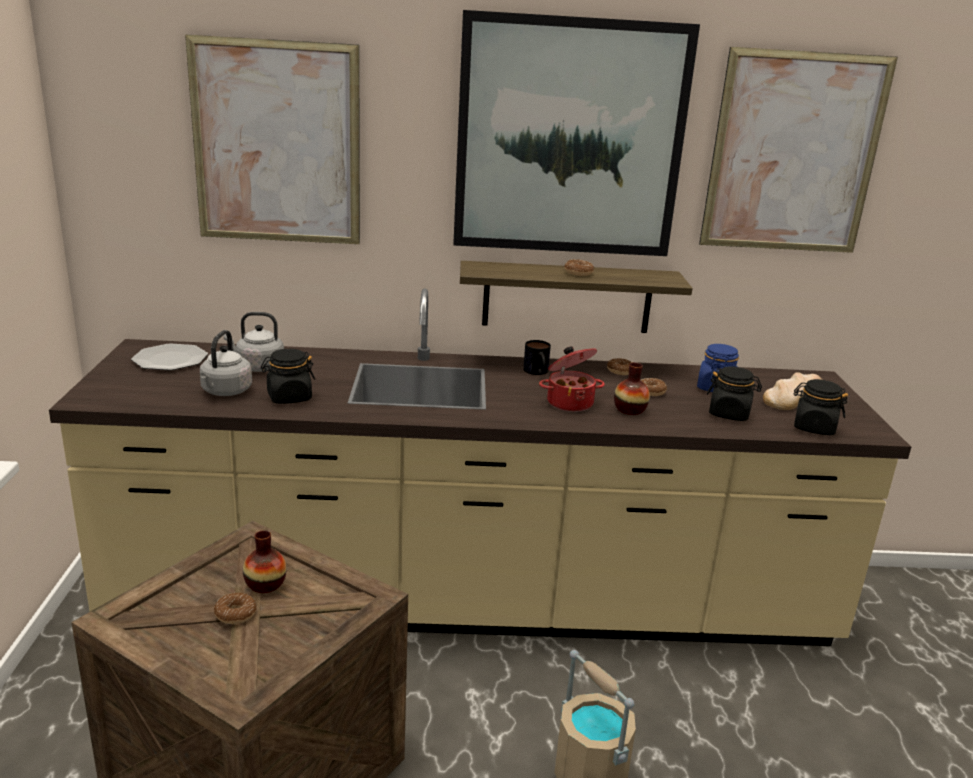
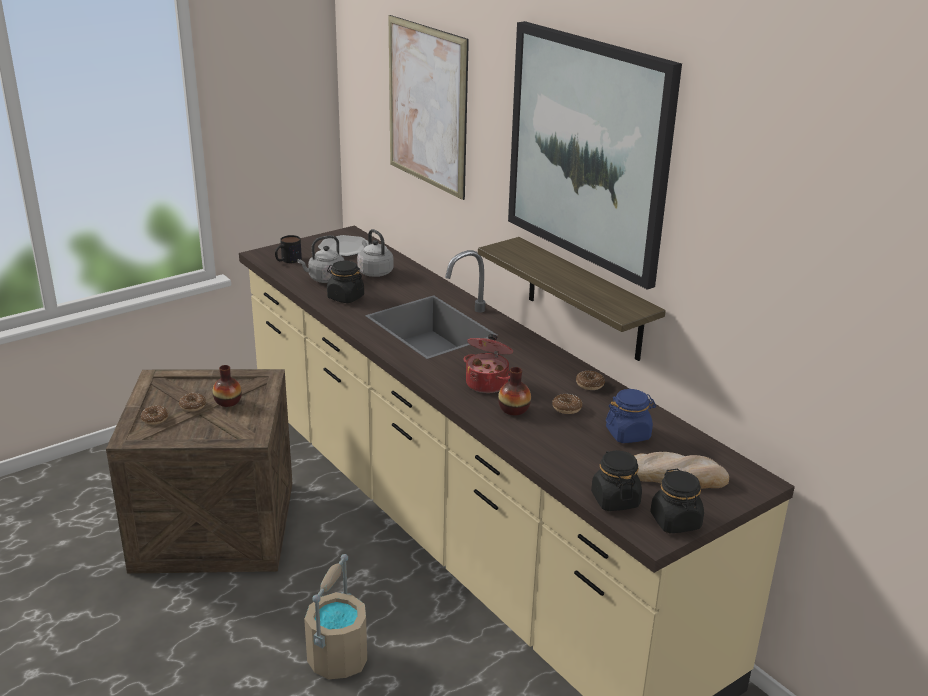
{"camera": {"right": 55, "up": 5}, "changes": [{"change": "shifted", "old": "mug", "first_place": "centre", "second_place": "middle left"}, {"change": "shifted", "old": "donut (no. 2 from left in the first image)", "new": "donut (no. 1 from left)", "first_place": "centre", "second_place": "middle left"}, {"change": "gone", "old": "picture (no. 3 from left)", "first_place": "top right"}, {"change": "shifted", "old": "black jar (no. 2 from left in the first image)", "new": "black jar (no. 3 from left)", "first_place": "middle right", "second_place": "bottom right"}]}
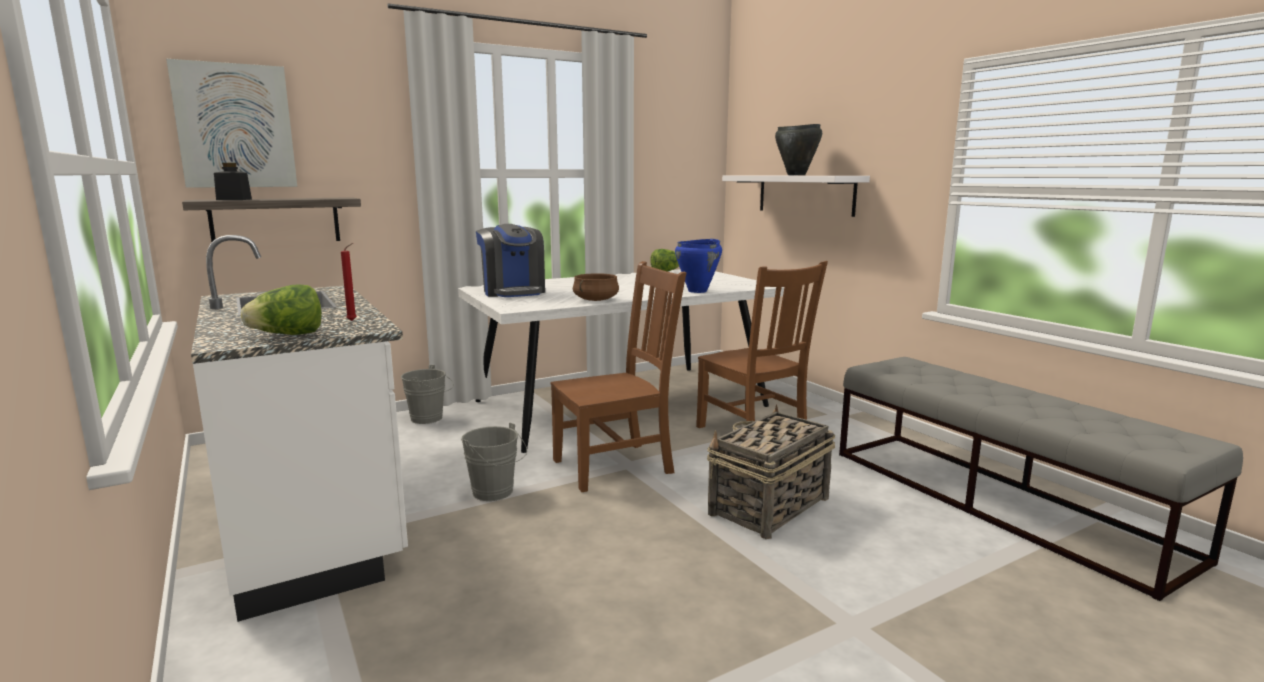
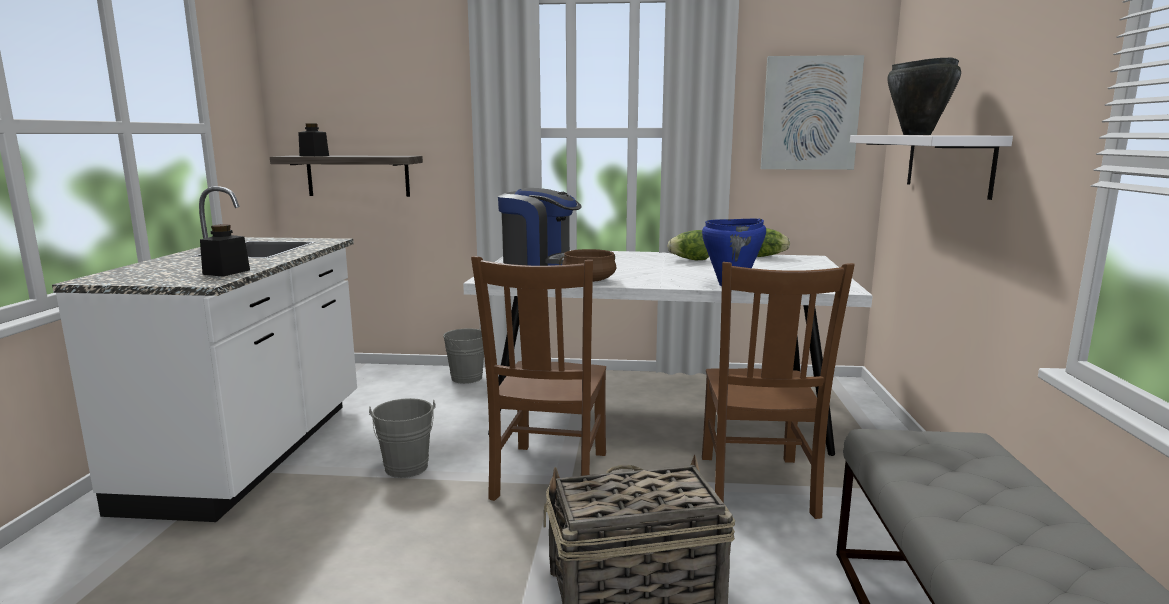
{"camera": {"right": 35, "up": 0}, "changes": [{"change": "shifted", "old": "picture", "first_place": "top left", "second_place": "top right"}, {"change": "shifted", "old": "lettuce (no. 1 from left)", "first_place": "middle left", "second_place": "centre"}, {"change": "swapped", "old": "red candle", "new": "black jar (no. 1 from left)", "first_place": "middle left", "second_place": "middle left"}, {"change": "rotated", "old": "coffee machine", "first_place": "centre", "second_place": "centre", "degrees": -75}, {"change": "rotated", "old": "brown chair (no. 1 from left)", "first_place": "centre", "second_place": "centre", "degrees": 90}]}
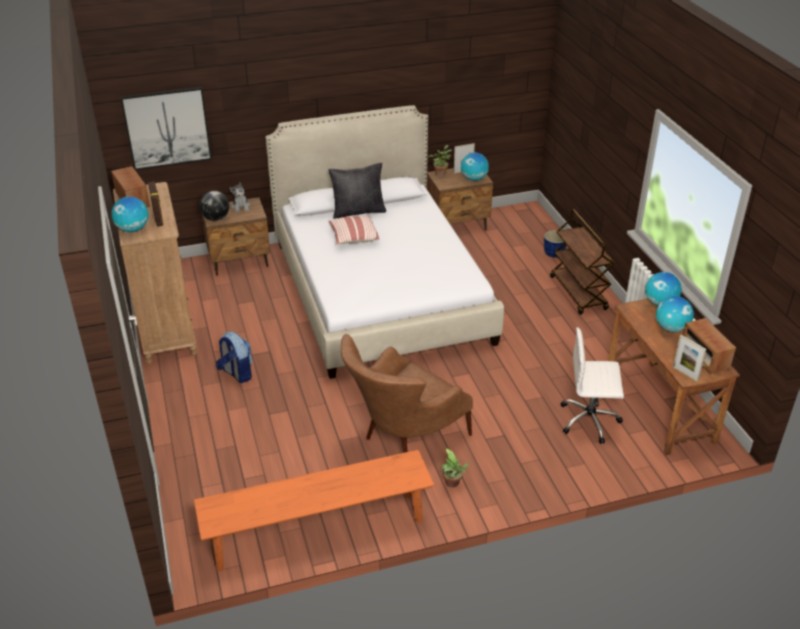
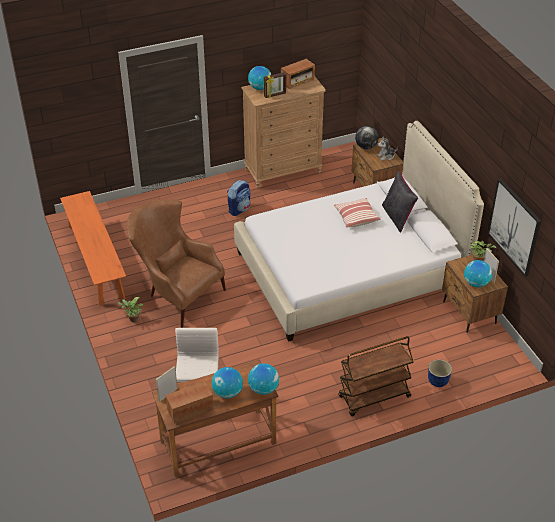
{"camera": {"right": 85, "up": 5}, "changes": [{"change": "shifted", "old": "picture", "first_place": "top left", "second_place": "middle right"}]}
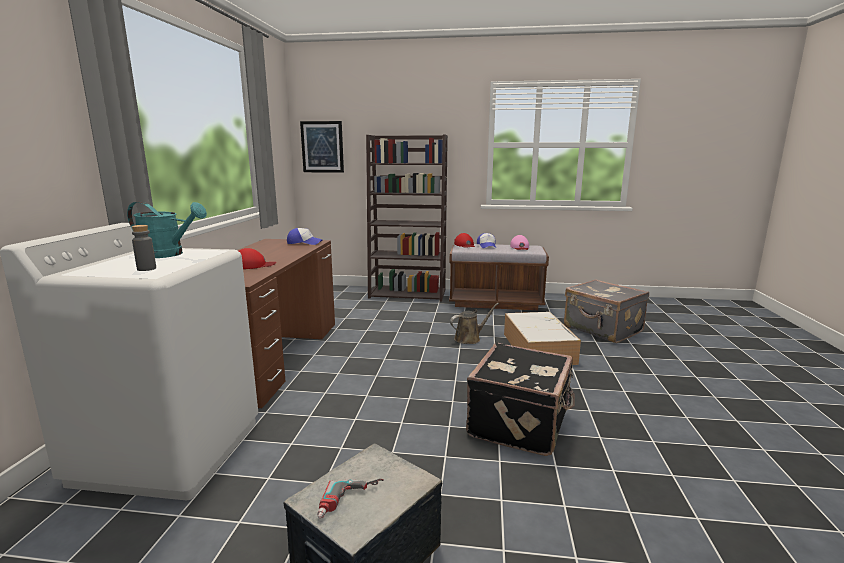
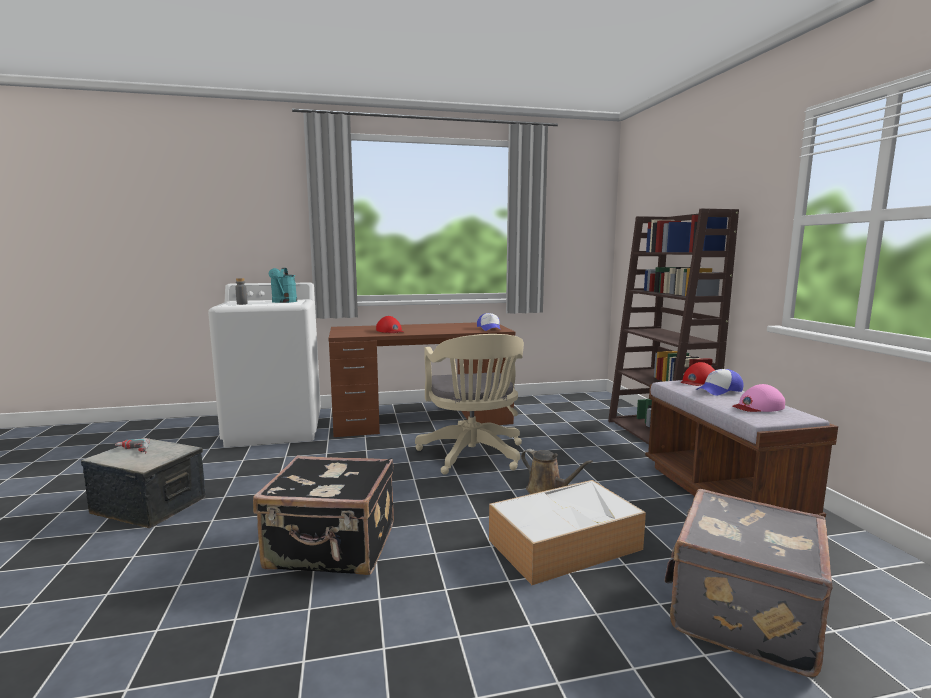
{"camera": {"right": 70, "up": -5}, "changes": [{"change": "gone", "old": "picture", "first_place": "top centre"}, {"change": "new", "new": "beige office chair", "second_place": "centre"}]}
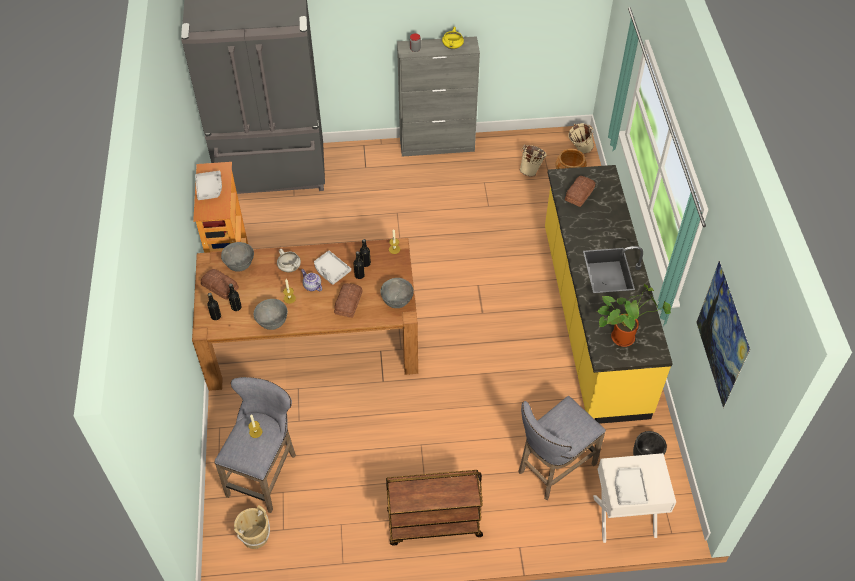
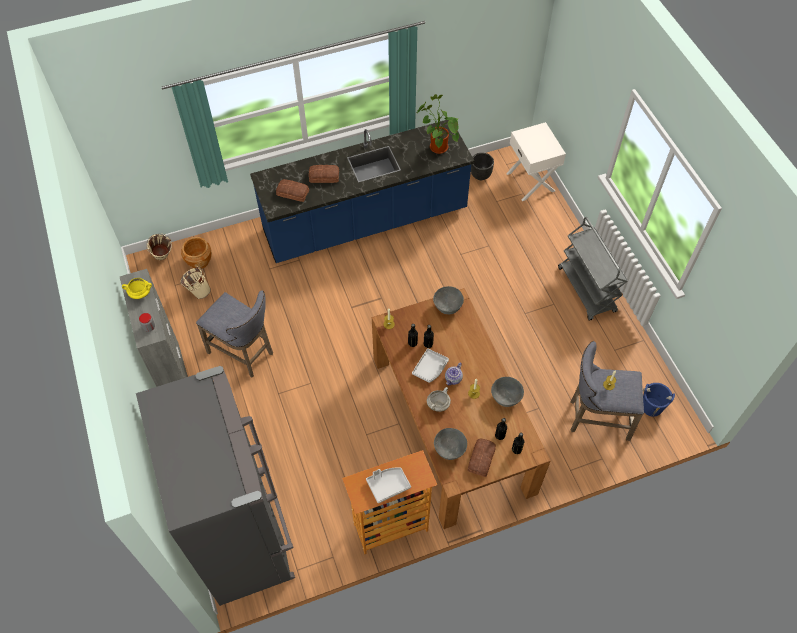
{"camera": {"right": -105, "up": 5}, "changes": [{"change": "repainted", "old": "beige bucket (no. 1 from left)", "new": "blue bucket", "first_place": "bottom left", "second_place": "middle right"}, {"change": "shifted", "old": "bread (no. 2 from left)", "first_place": "centre", "second_place": "top centre"}, {"change": "repainted", "old": "brown cart", "new": "grey cart", "first_place": "bottom centre", "second_place": "middle right"}, {"change": "shifted", "old": "grey stool (no. 2 from left in the first image)", "new": "grey stool (no. 1 from left)", "first_place": "bottom centre", "second_place": "middle left"}, {"change": "repainted", "old": "yellow counter", "new": "blue counter", "first_place": "middle right", "second_place": "top centre"}, {"change": "gone", "old": "grey tray (no. 3 from left)", "first_place": "bottom right"}, {"change": "gone", "old": "picture", "first_place": "middle right"}]}
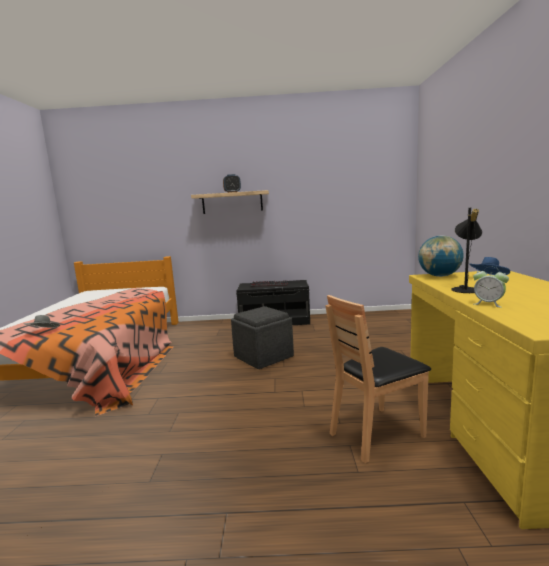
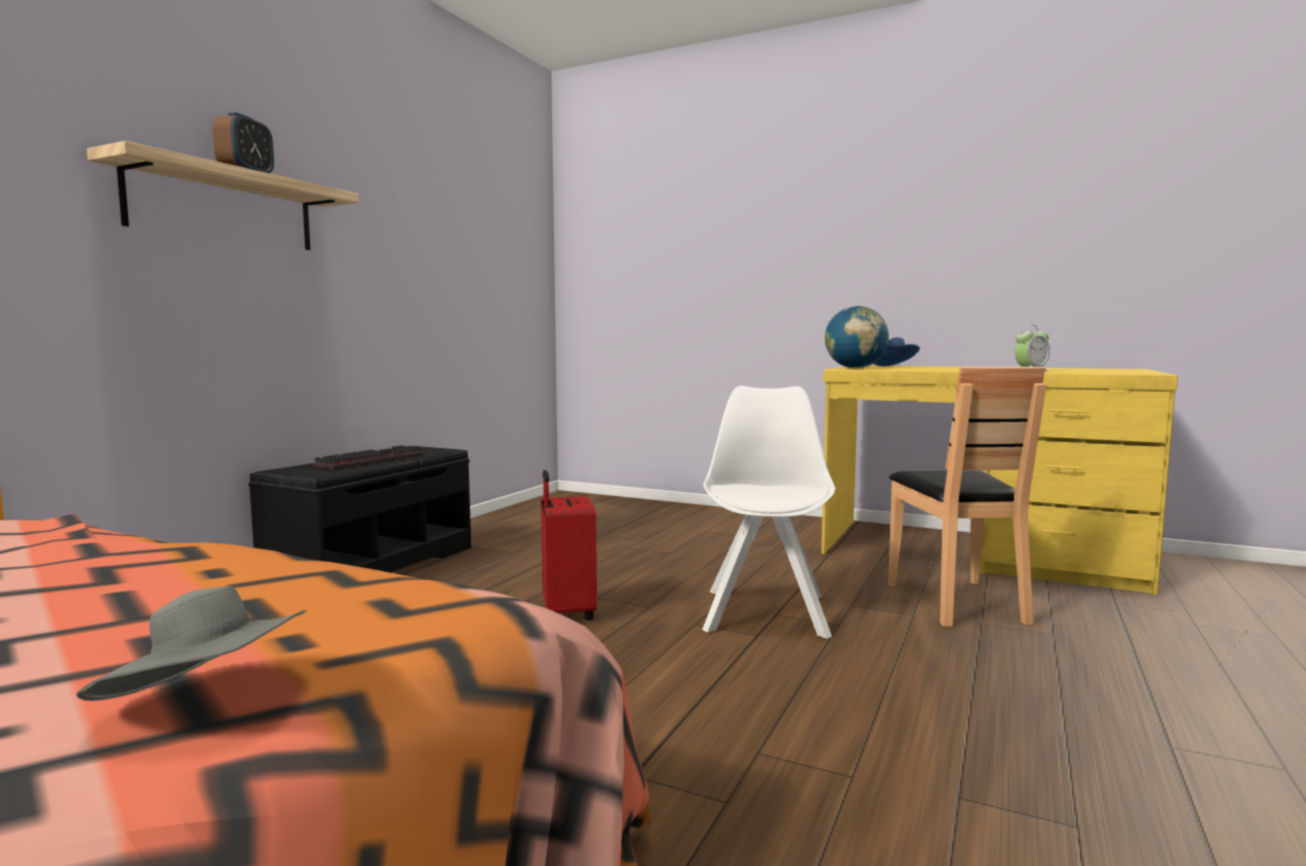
{"camera": {"right": -65, "up": -5}, "changes": [{"change": "swapped", "old": "grey ottoman", "new": "red suitcase", "first_place": "centre", "second_place": "centre"}, {"change": "gone", "old": "black table lamp", "first_place": "middle right"}, {"change": "new", "new": "white chair", "second_place": "centre"}]}
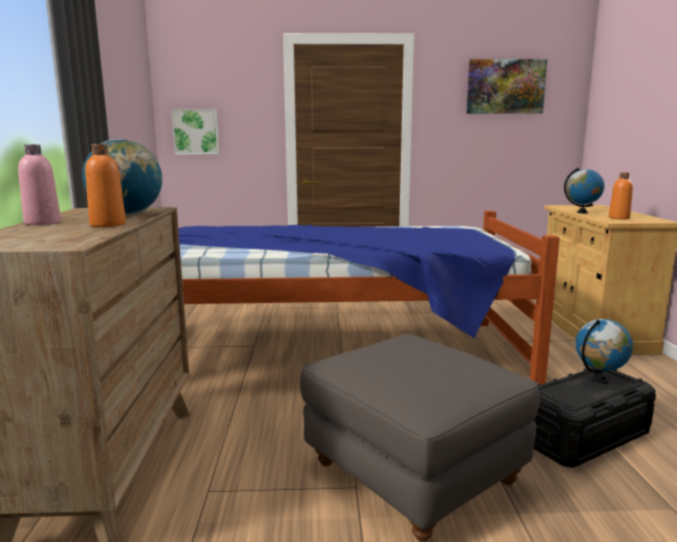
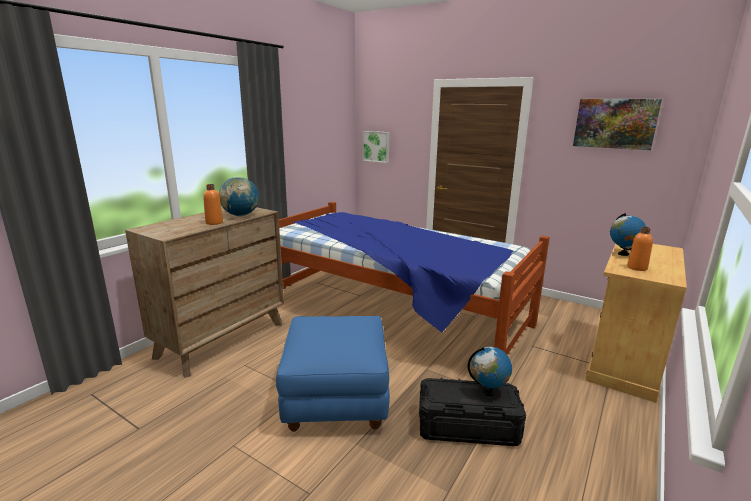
{"camera": {"right": 35, "up": 5}, "changes": [{"change": "gone", "old": "pink bottle", "first_place": "middle left"}, {"change": "repainted", "old": "grey ottoman", "new": "blue ottoman", "first_place": "bottom centre", "second_place": "bottom centre"}]}
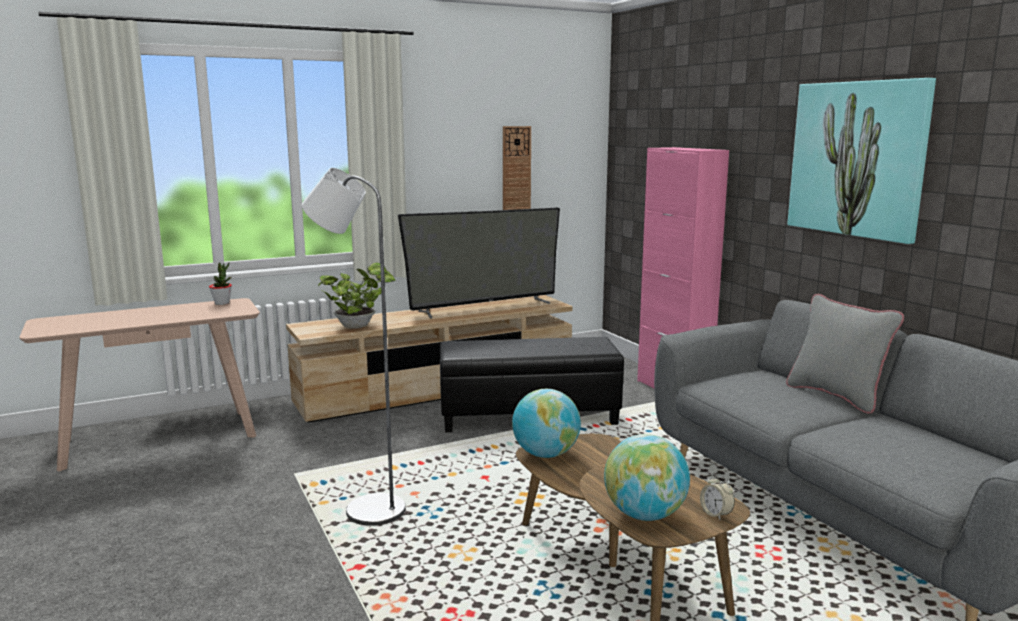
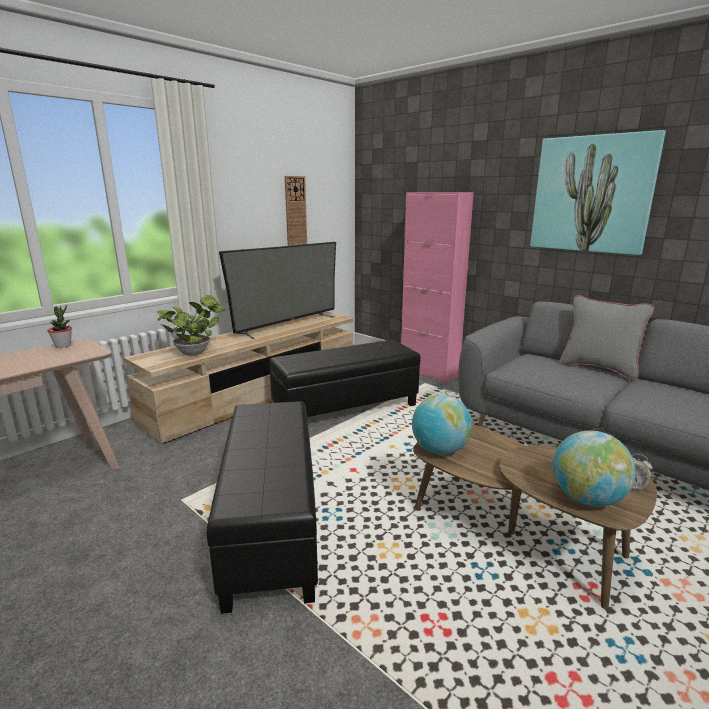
{"camera": {"right": -20, "up": 5}, "changes": [{"change": "swapped", "old": "grey floor lamp", "new": "black ottoman (no. 1 from left)", "first_place": "centre", "second_place": "bottom centre"}]}
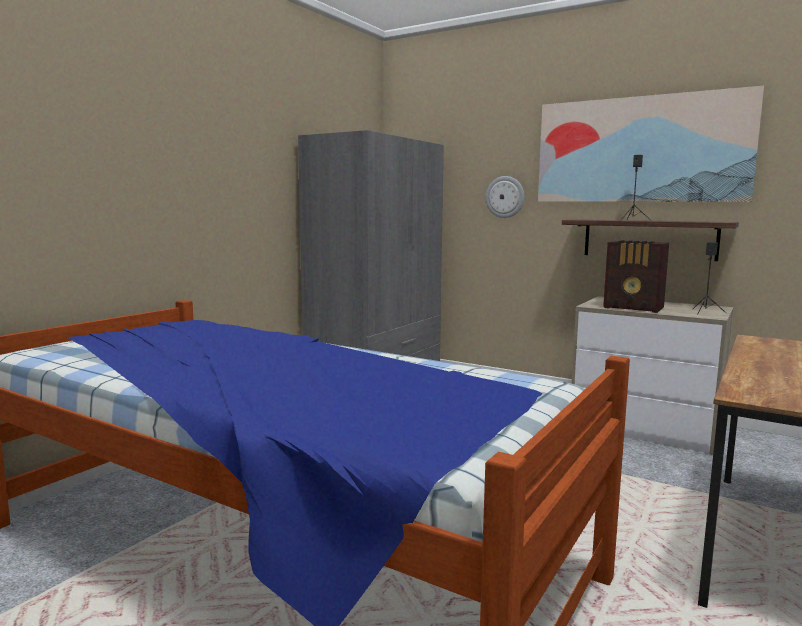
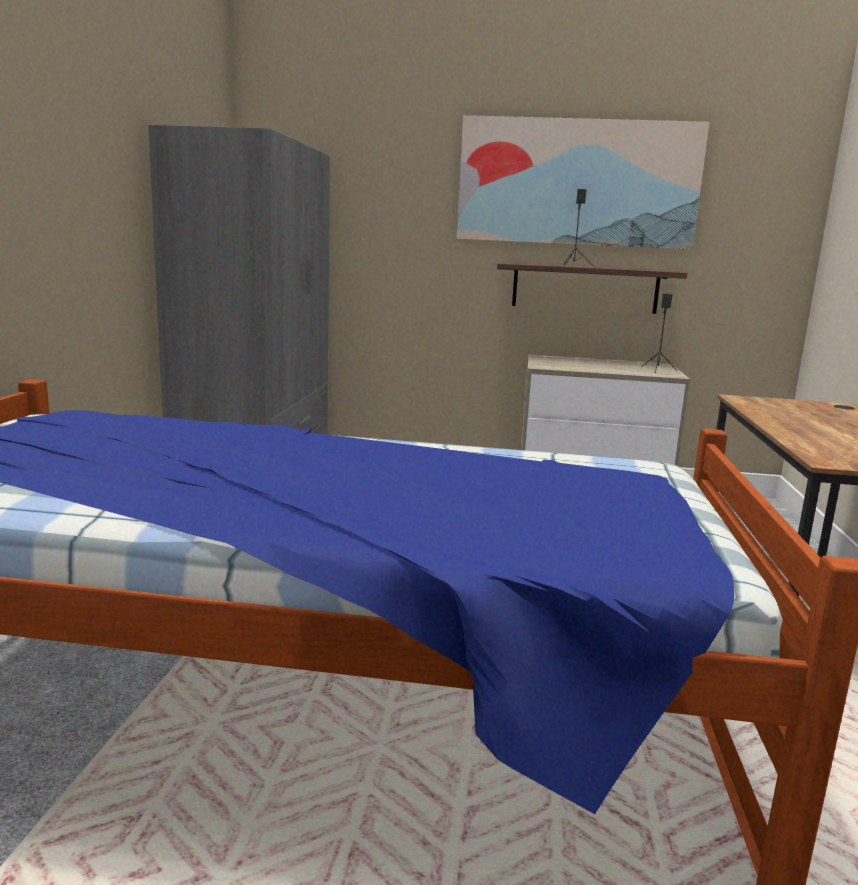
{"camera": {"right": -25, "up": 5}, "changes": [{"change": "gone", "old": "wall clock", "first_place": "top centre"}, {"change": "gone", "old": "radio", "first_place": "middle right"}]}
